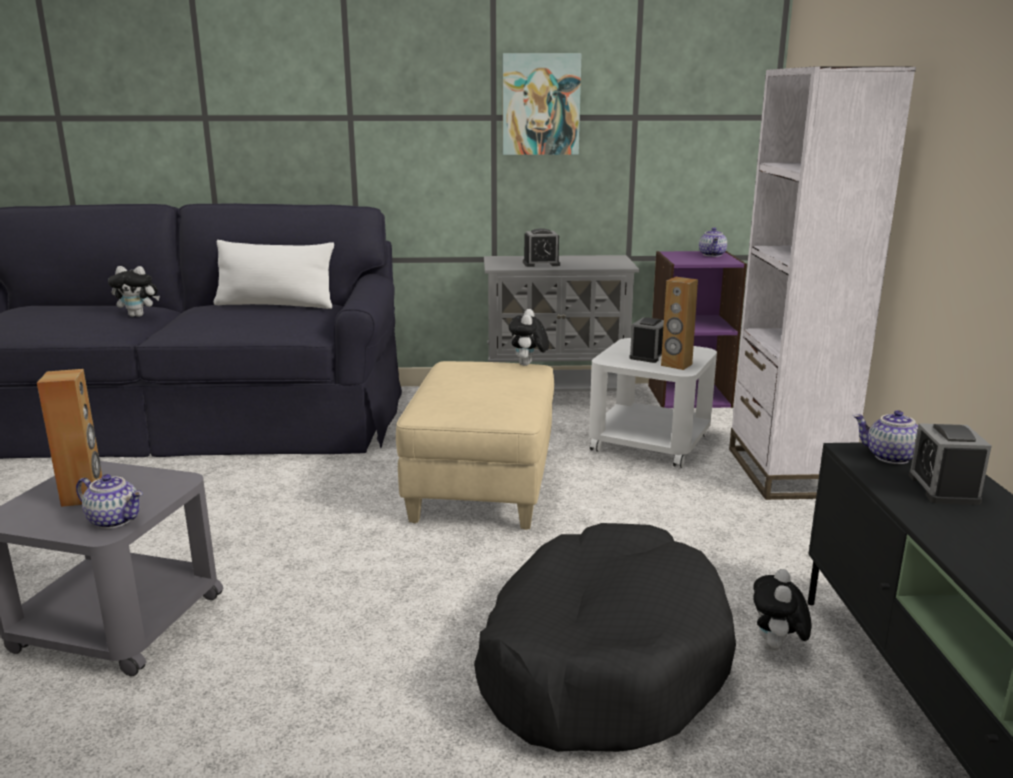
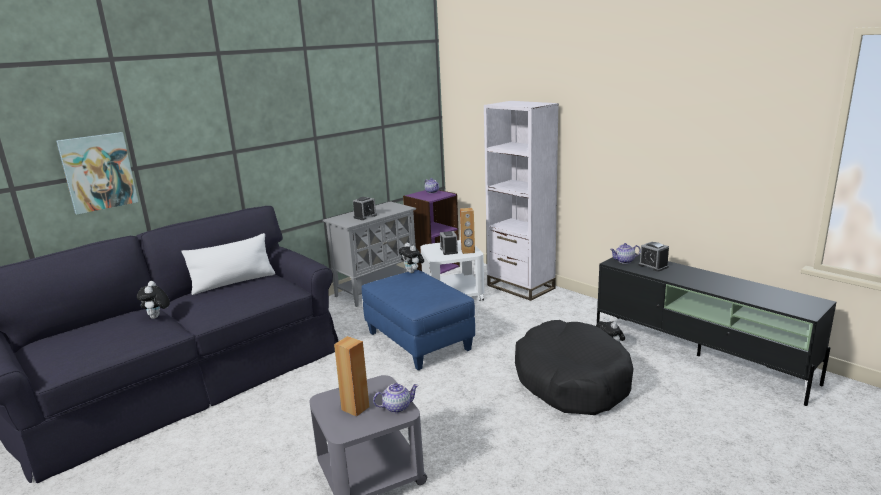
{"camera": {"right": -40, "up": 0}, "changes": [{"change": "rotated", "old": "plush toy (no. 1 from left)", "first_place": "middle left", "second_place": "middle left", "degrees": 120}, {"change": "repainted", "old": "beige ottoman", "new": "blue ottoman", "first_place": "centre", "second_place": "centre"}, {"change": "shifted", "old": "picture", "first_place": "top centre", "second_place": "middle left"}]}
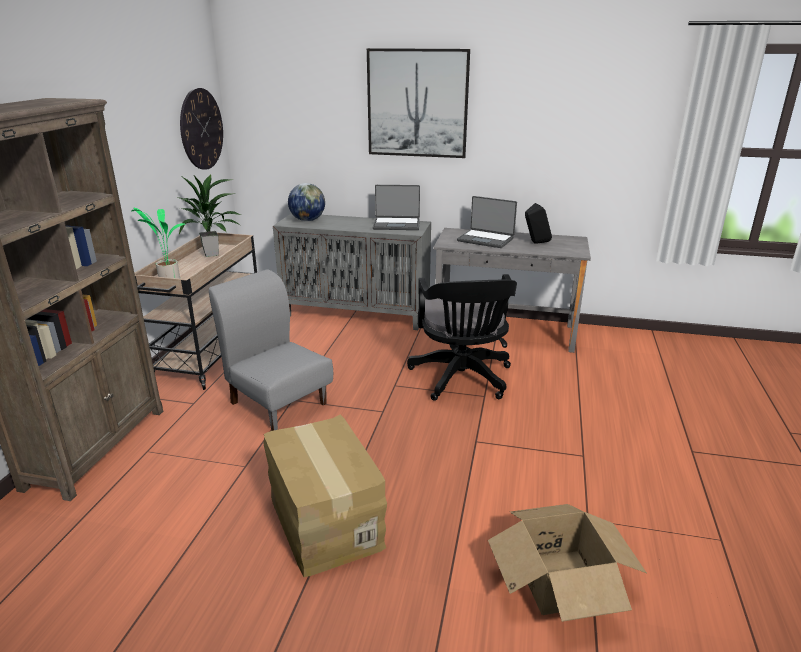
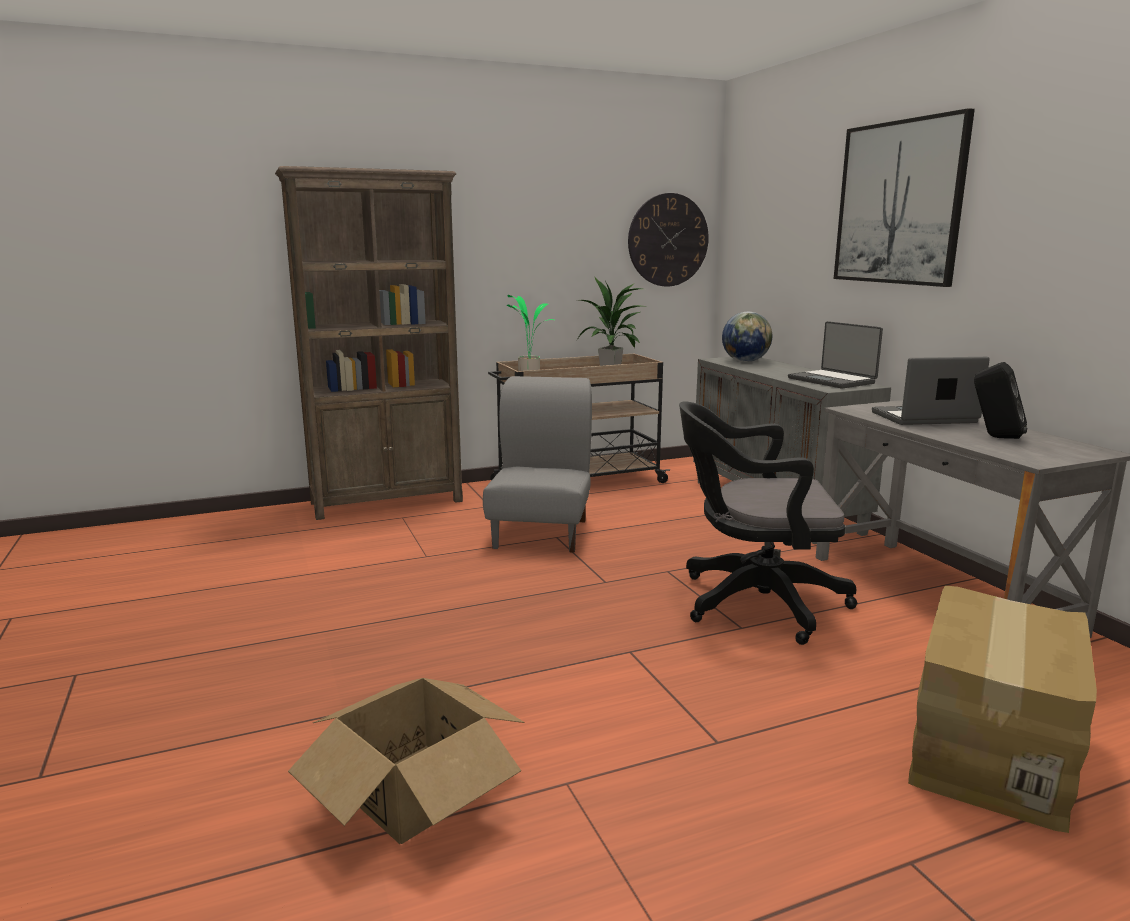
{"camera": {"right": 55, "up": -10}, "changes": [{"change": "shifted", "old": "cardboard box (no. 1 from left in the first image)", "new": "cardboard box (no. 2 from left)", "first_place": "bottom centre", "second_place": "bottom right"}, {"change": "rotated", "old": "black office chair", "first_place": "centre", "second_place": "middle right", "degrees": 45}, {"change": "rotated", "old": "laptop (no. 2 from left)", "first_place": "centre", "second_place": "middle right", "degrees": 90}]}
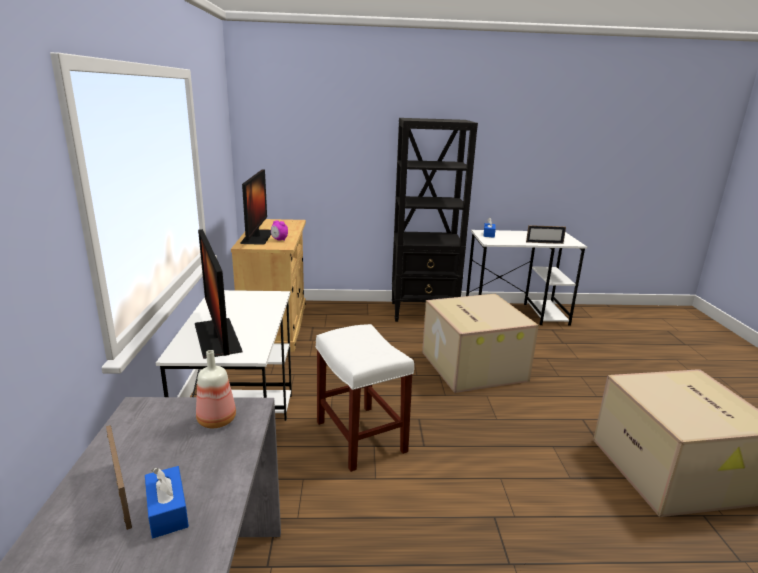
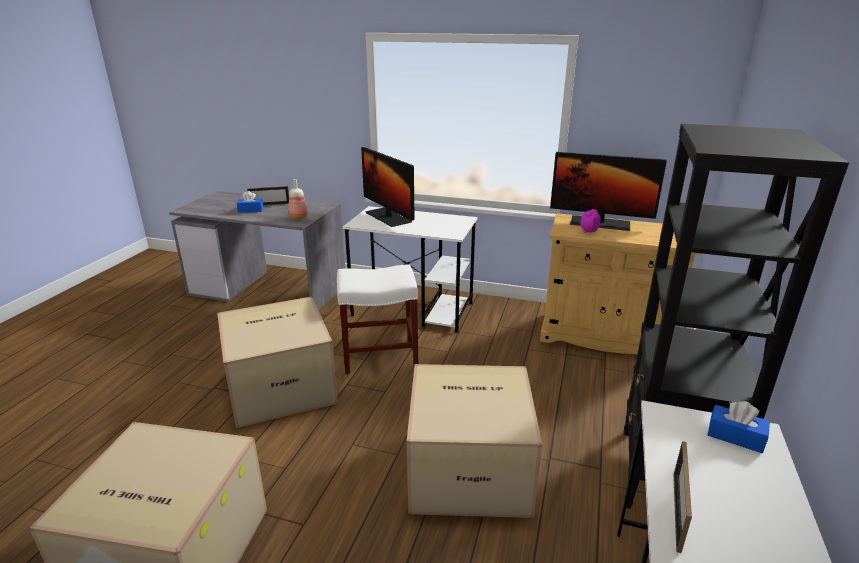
{"camera": {"right": 110, "up": 5}, "changes": [{"change": "rotated", "old": "monitor (no. 1 from left)", "first_place": "middle left", "second_place": "top centre", "degrees": -120}, {"change": "new", "new": "cardboard box (no. 2 from left)", "second_place": "middle left"}]}
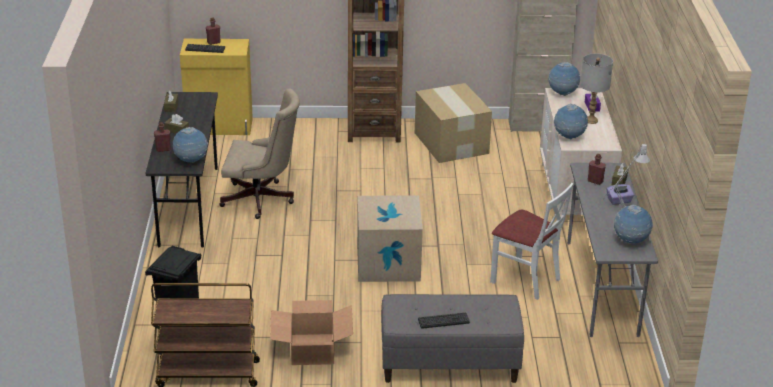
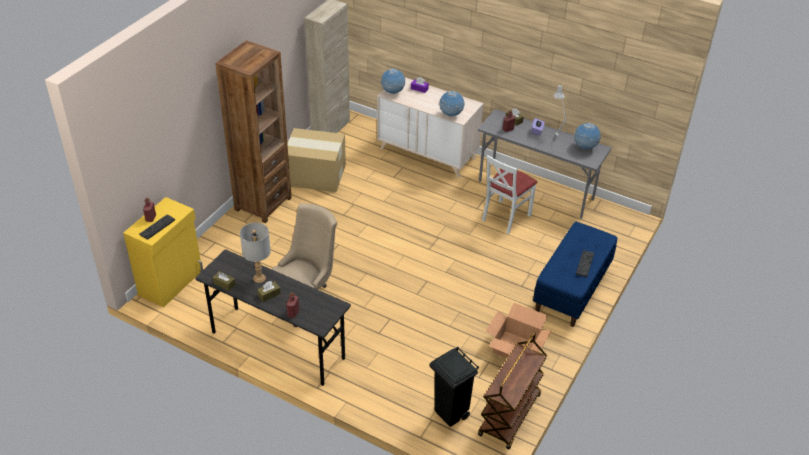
{"camera": {"right": -60, "up": 10}, "changes": [{"change": "gone", "old": "globe (no. 1 from left)", "first_place": "middle left"}, {"change": "gone", "old": "cardboard box (no. 2 from left)", "first_place": "centre"}, {"change": "repainted", "old": "grey bench", "new": "blue bench", "first_place": "bottom centre", "second_place": "middle right"}, {"change": "rotated", "old": "white chair", "first_place": "middle right", "second_place": "centre", "degrees": 150}, {"change": "shifted", "old": "grey table lamp (no. 1 from left)", "first_place": "top right", "second_place": "middle left"}]}
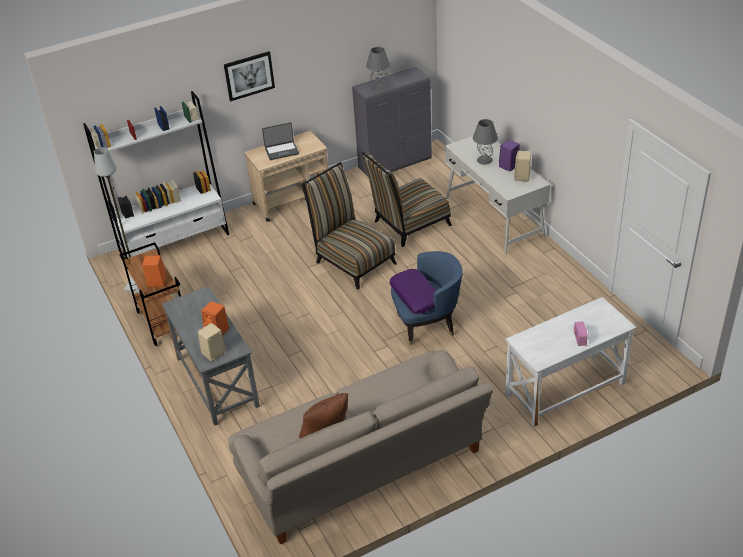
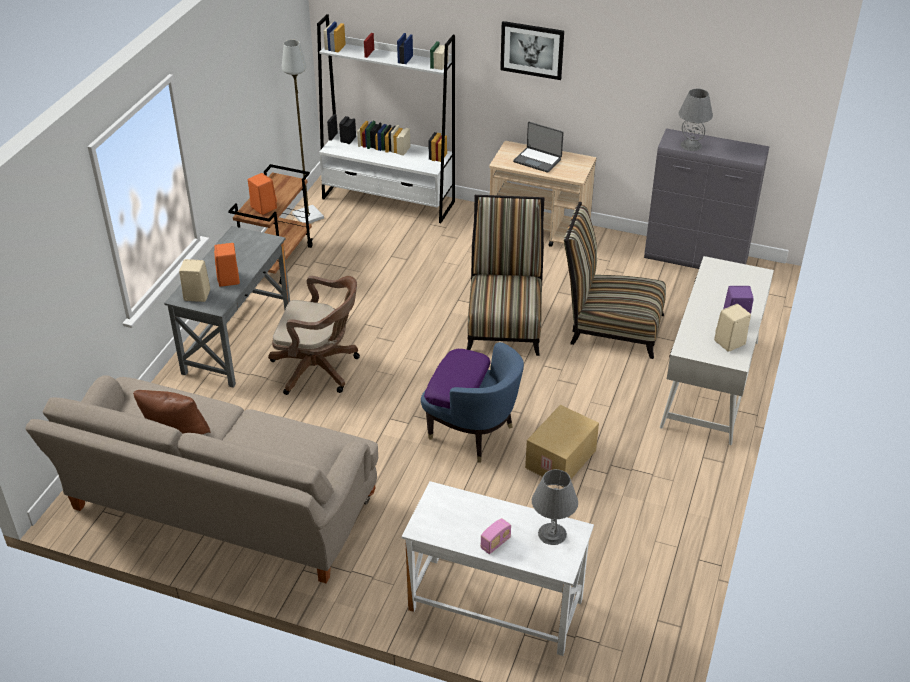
{"camera": {"right": 45, "up": 0}, "changes": [{"change": "shifted", "old": "grey table lamp (no. 2 from left in the first image)", "new": "grey table lamp (no. 1 from left)", "first_place": "top centre", "second_place": "bottom centre"}, {"change": "new", "new": "brown office chair", "second_place": "centre"}, {"change": "new", "new": "cardboard box", "second_place": "centre"}]}
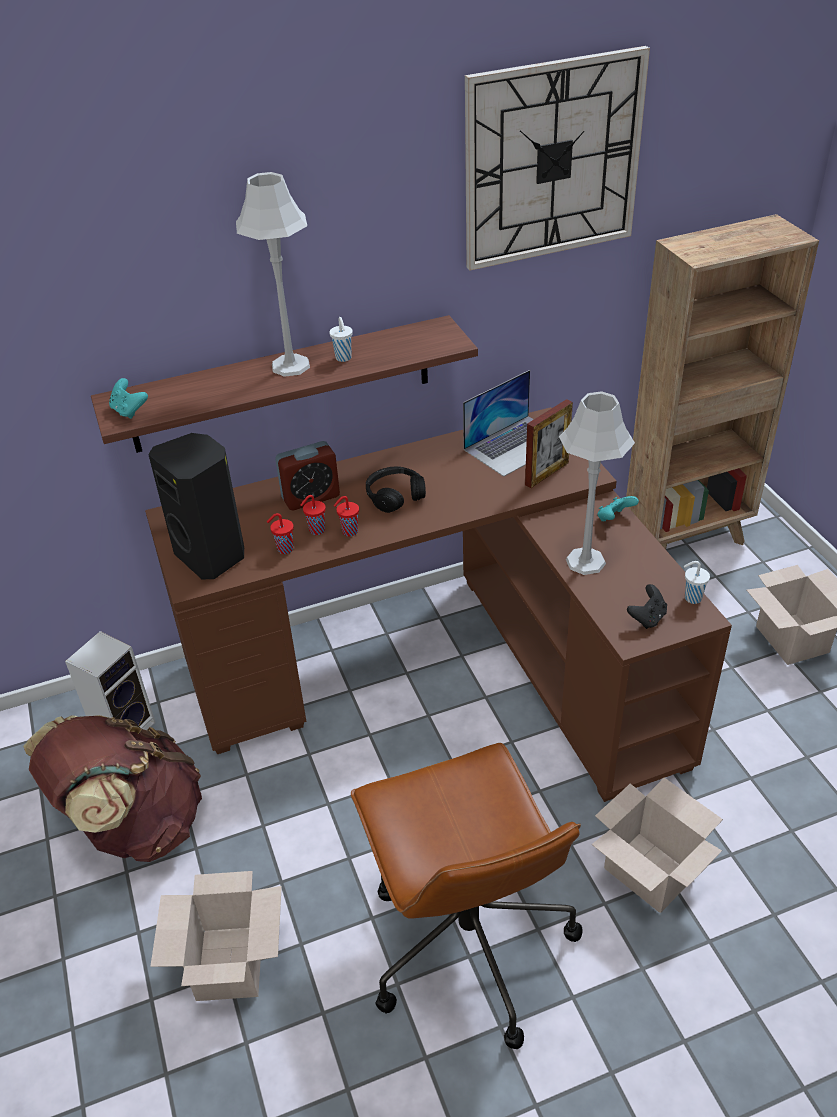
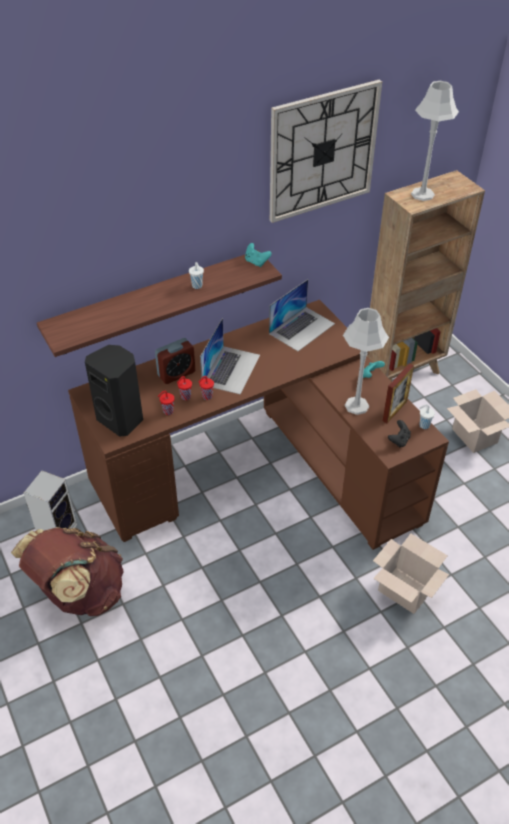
{"camera": {"right": -10, "up": 5}, "changes": [{"change": "shifted", "old": "turquoise game controller (no. 1 from left)", "first_place": "middle left", "second_place": "top centre"}, {"change": "gone", "old": "cardboard box (no. 1 from left)", "first_place": "bottom left"}, {"change": "shifted", "old": "grey table lamp (no. 1 from left in the first image)", "new": "grey table lamp (no. 2 from left)", "first_place": "top left", "second_place": "top right"}, {"change": "gone", "old": "brown office chair", "first_place": "bottom centre"}, {"change": "swapped", "old": "black headphones", "new": "laptop (no. 1 from left)", "first_place": "centre", "second_place": "centre"}, {"change": "shifted", "old": "picture frame", "first_place": "centre", "second_place": "middle right"}]}
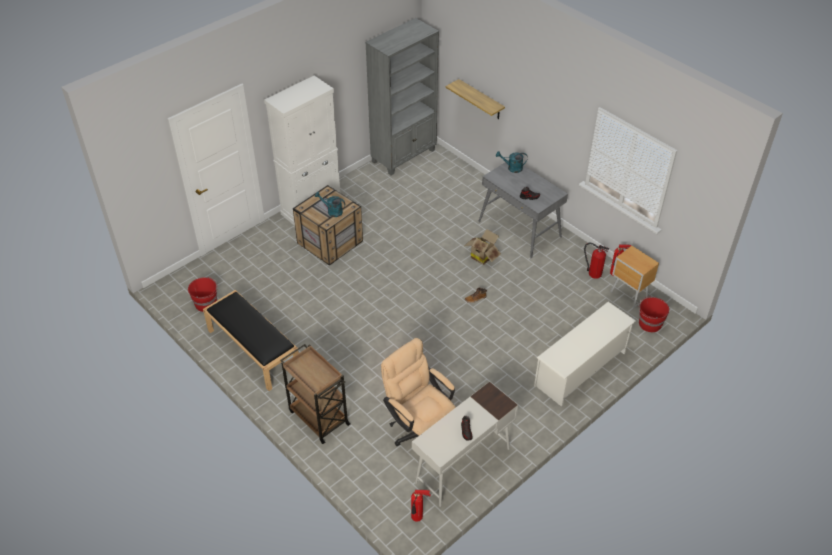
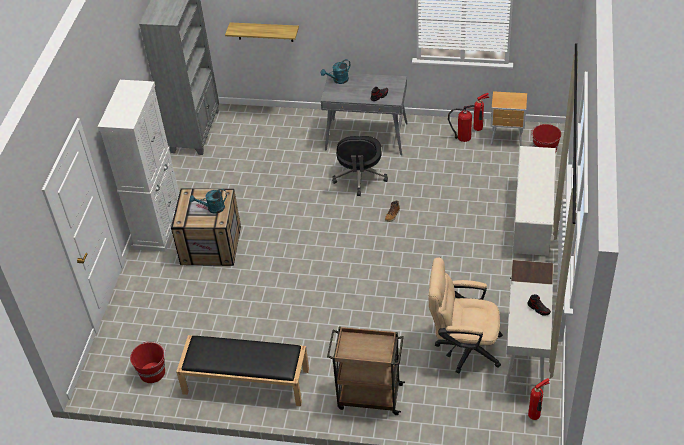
{"camera": {"right": -35, "up": 0}, "changes": [{"change": "swapped", "old": "cardboard box", "new": "black office chair", "first_place": "centre", "second_place": "centre"}]}
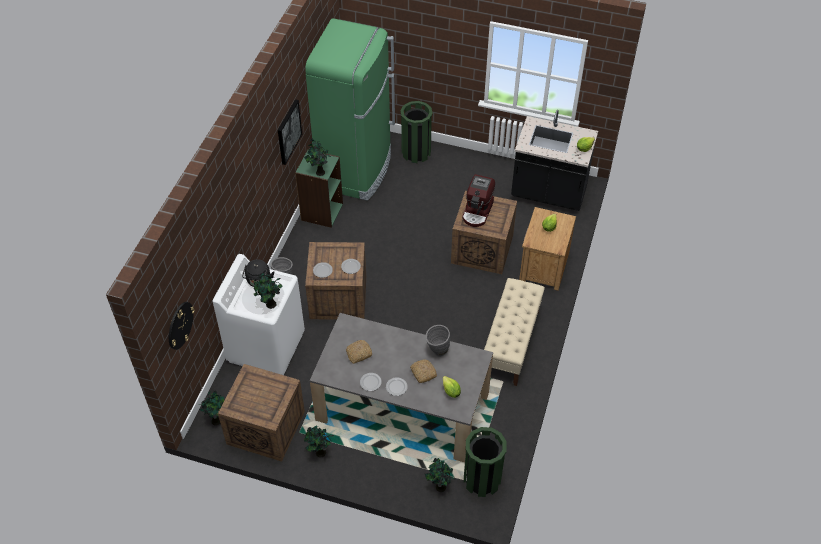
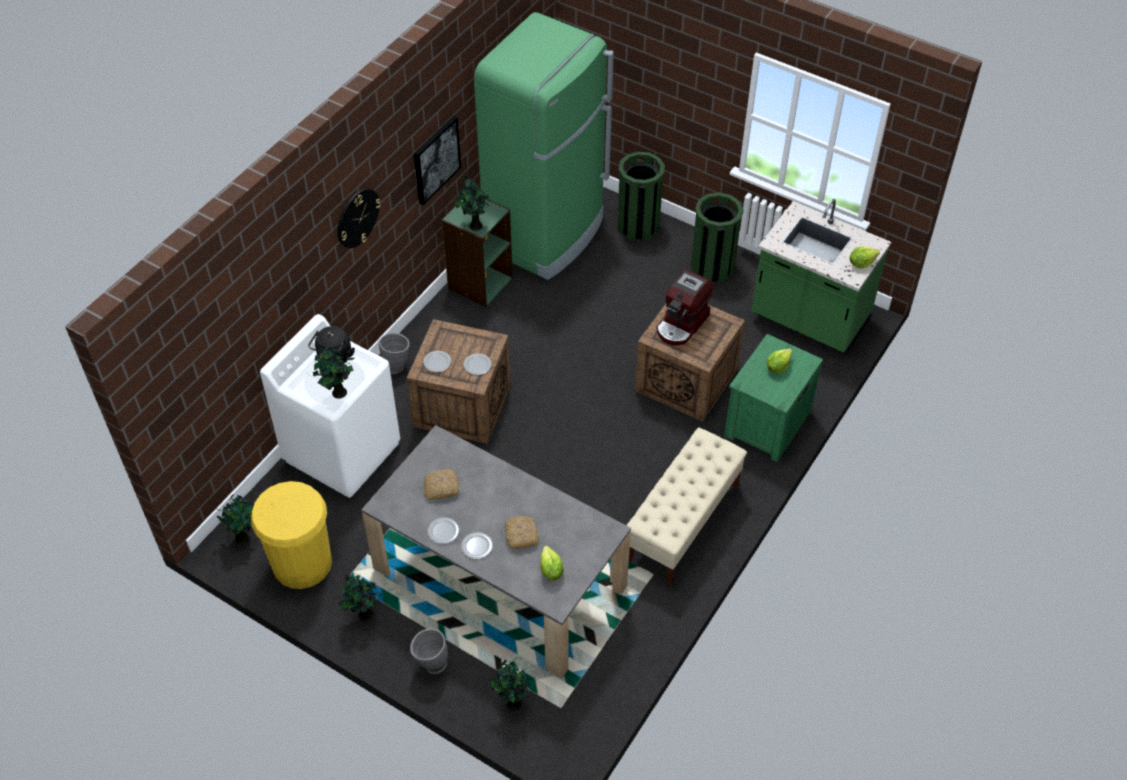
{"camera": {"right": 15, "up": 0}, "changes": [{"change": "shifted", "old": "wall clock", "first_place": "middle left", "second_place": "top left"}, {"change": "swapped", "old": "crate (no. 1 from left)", "new": "yellow trash can", "first_place": "bottom left", "second_place": "bottom left"}, {"change": "shifted", "old": "grey vase (no. 2 from left)", "first_place": "centre", "second_place": "bottom centre"}, {"change": "shifted", "old": "green trash can (no. 2 from left)", "first_place": "bottom centre", "second_place": "top centre"}, {"change": "repainted", "old": "black counter", "new": "green counter", "first_place": "top right", "second_place": "middle right"}, {"change": "repainted", "old": "brown nightstand", "new": "green nightstand", "first_place": "centre", "second_place": "middle right"}]}
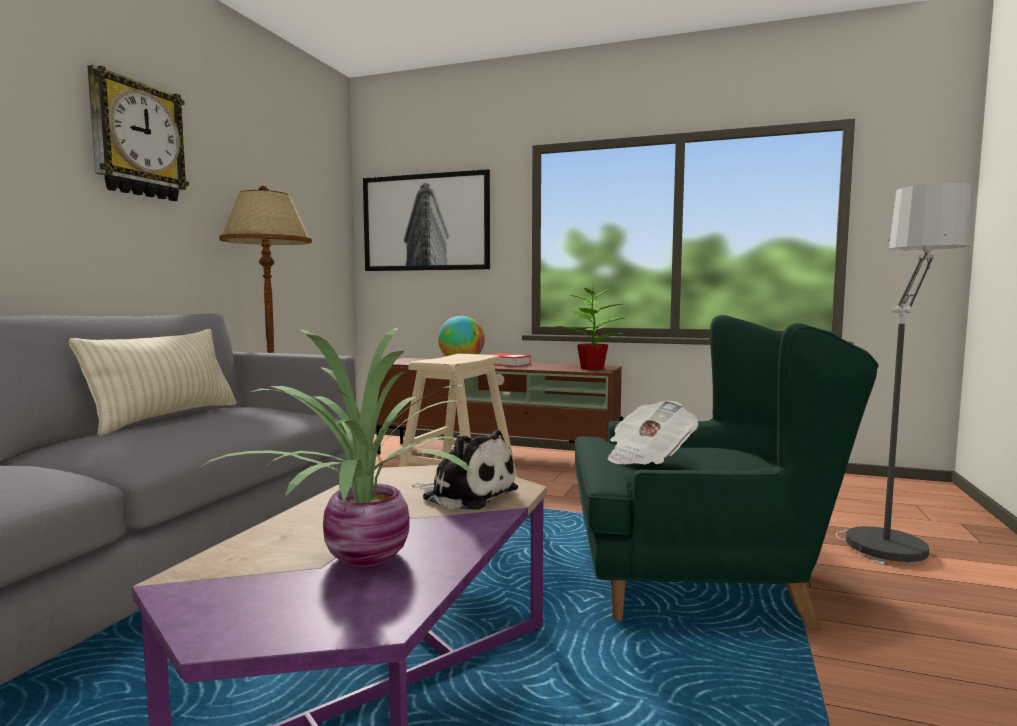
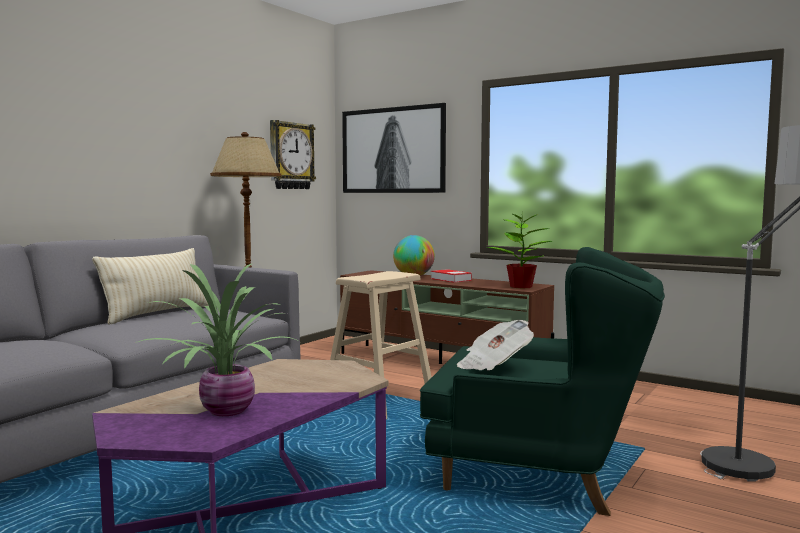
{"camera": {"right": 15, "up": 0}, "changes": [{"change": "shifted", "old": "wall clock", "first_place": "top left", "second_place": "top centre"}, {"change": "gone", "old": "plush toy", "first_place": "centre"}]}
